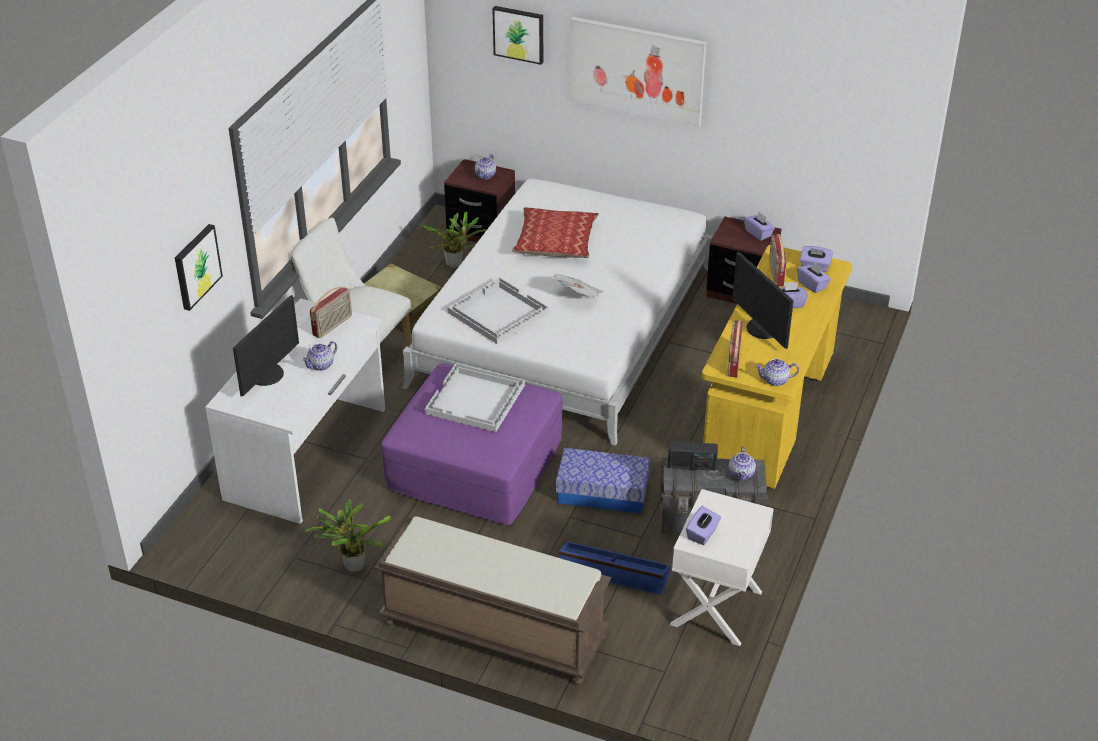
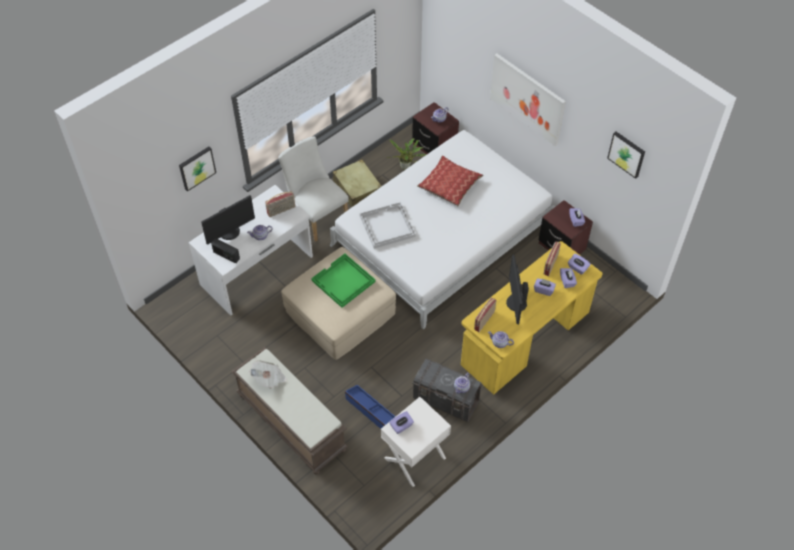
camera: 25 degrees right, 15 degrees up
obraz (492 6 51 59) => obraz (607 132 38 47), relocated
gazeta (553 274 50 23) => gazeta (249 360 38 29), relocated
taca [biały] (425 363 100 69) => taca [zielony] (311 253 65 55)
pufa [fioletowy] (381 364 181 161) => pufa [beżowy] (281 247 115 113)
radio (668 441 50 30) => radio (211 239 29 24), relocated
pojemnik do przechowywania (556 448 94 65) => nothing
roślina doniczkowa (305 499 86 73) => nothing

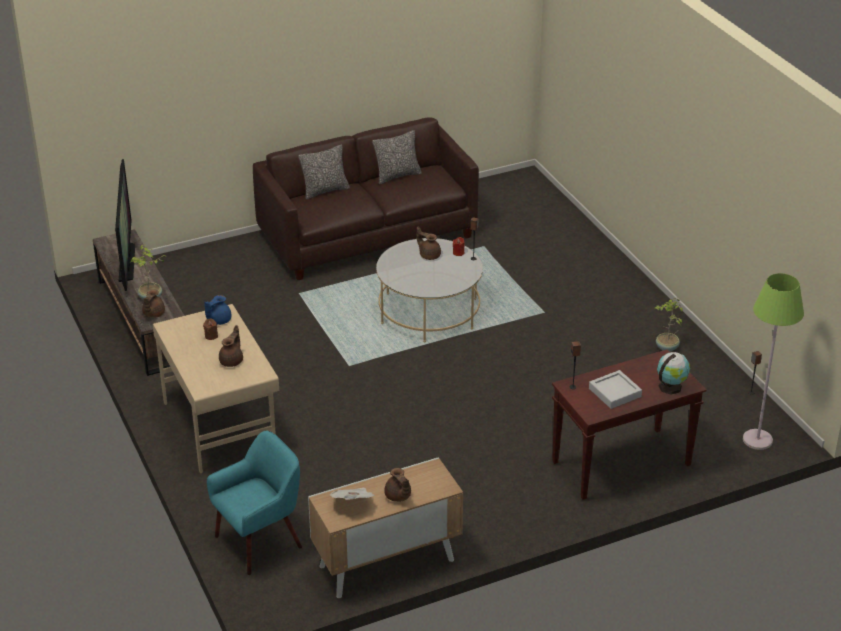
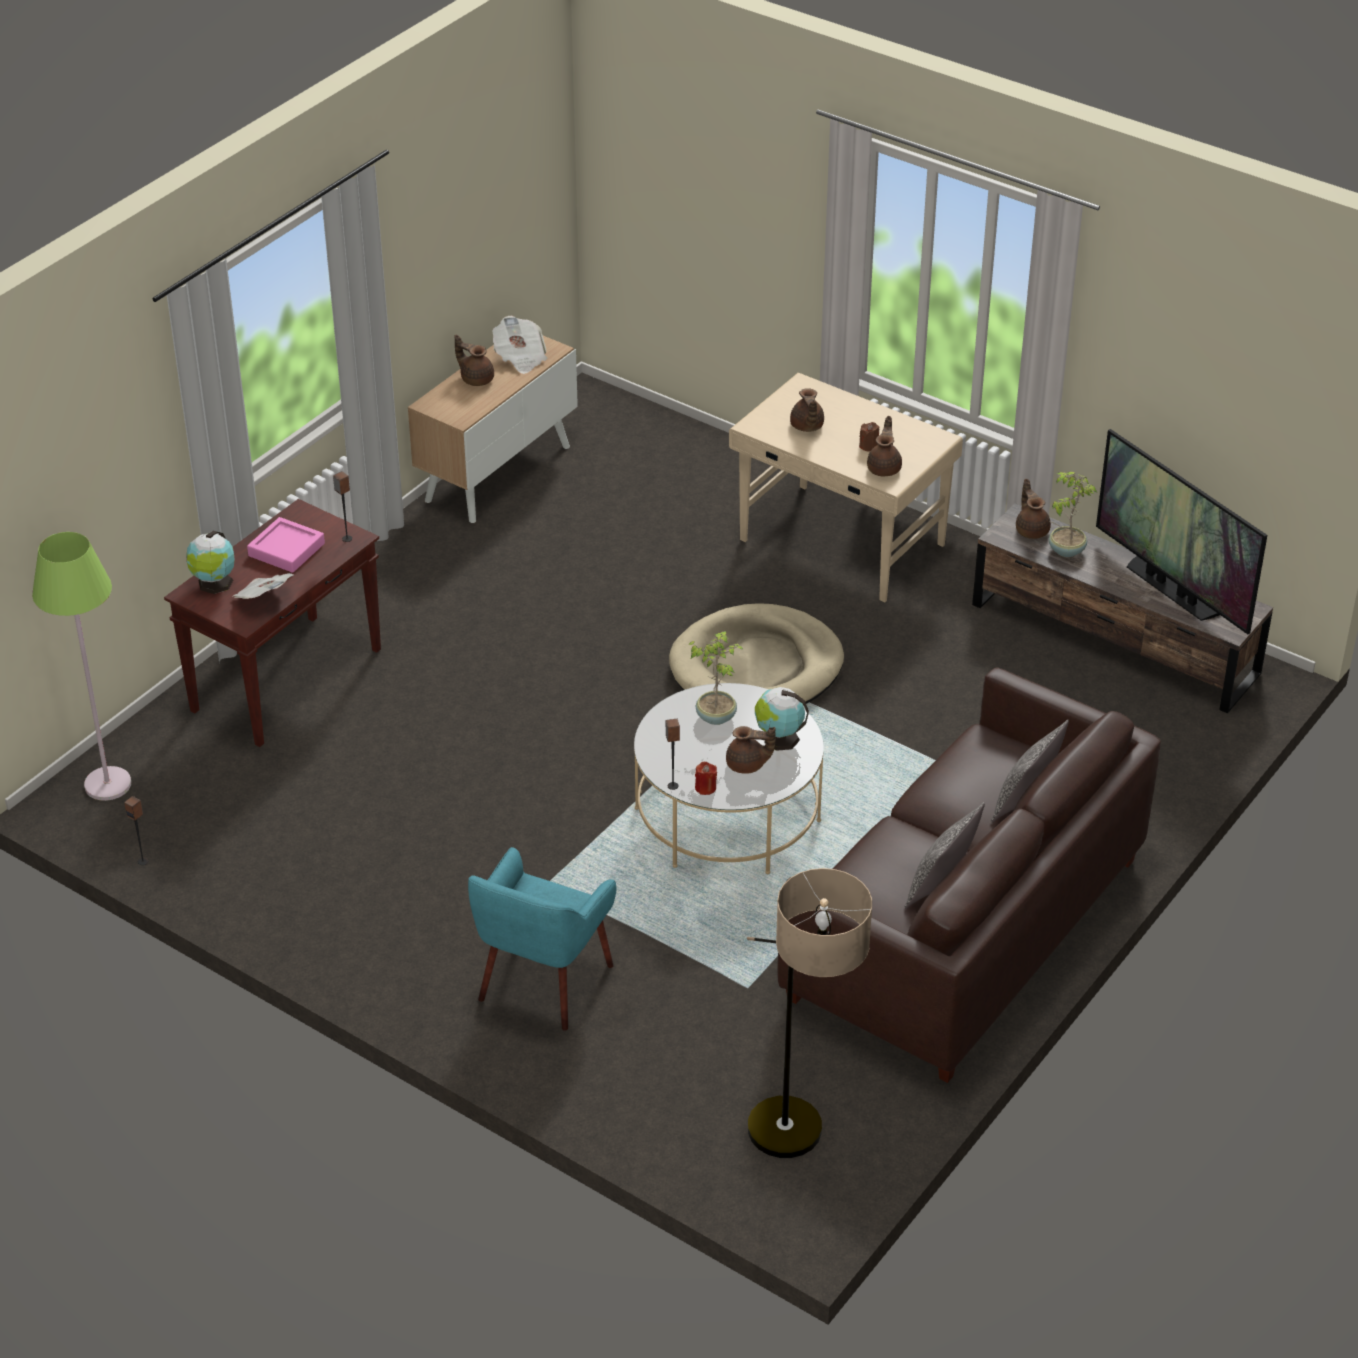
camera: 150 degrees right, 5 degrees up
imbryk [niebieski] (204 295 27 30) => imbryk [brązowy] (867 416 35 60)
roślina doniczkowa (655 298 28 54) => roślina doniczkowa (688 631 55 94), relocated
taca [szary] (589 370 53 39) => taca [różowy] (247 517 78 56)
fotel [turkusowy] (207 431 95 144) => fotel [turkusowy] (468 847 148 184), relocated
nothing => gazeta (233 573 60 26)
nothing => legowisko [beżowy] (669 603 175 101)
nothing => globus (755 687 54 64)
nothing => lampa stojąca (747 868 125 290)

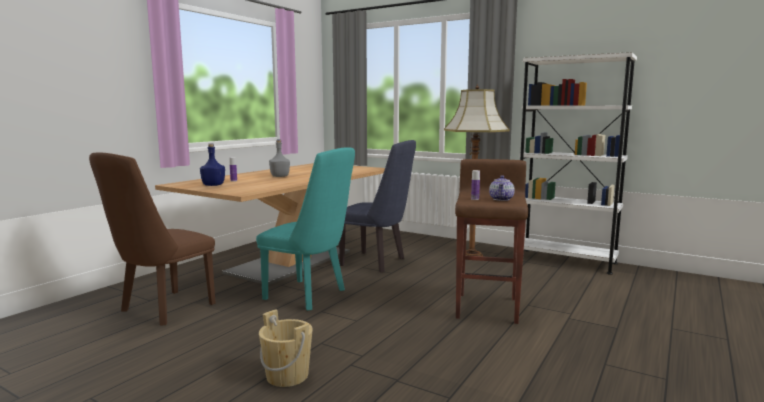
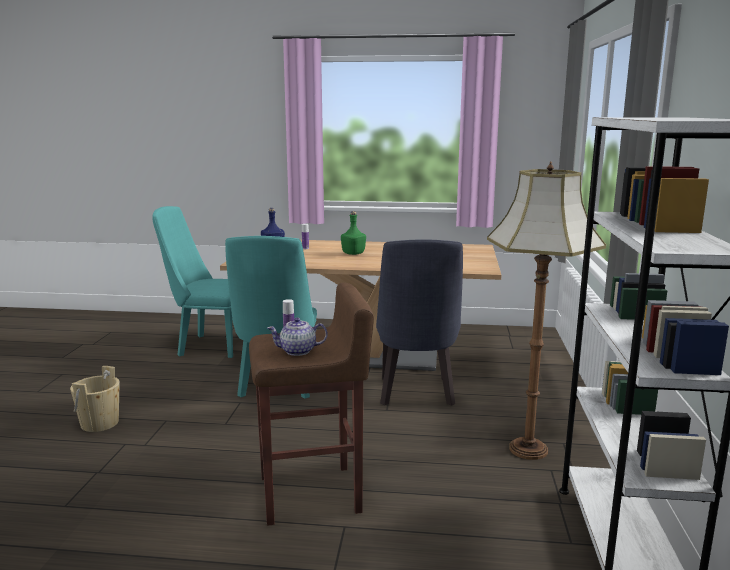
camera: 65 degrees right, 5 degrees up
butelka [szary] (269 139 21 38) => butelka [zielony] (341 211 25 44)
krzesło [brązowy] (89 153 126 173) => krzesło [turkusowy] (152 206 81 152)

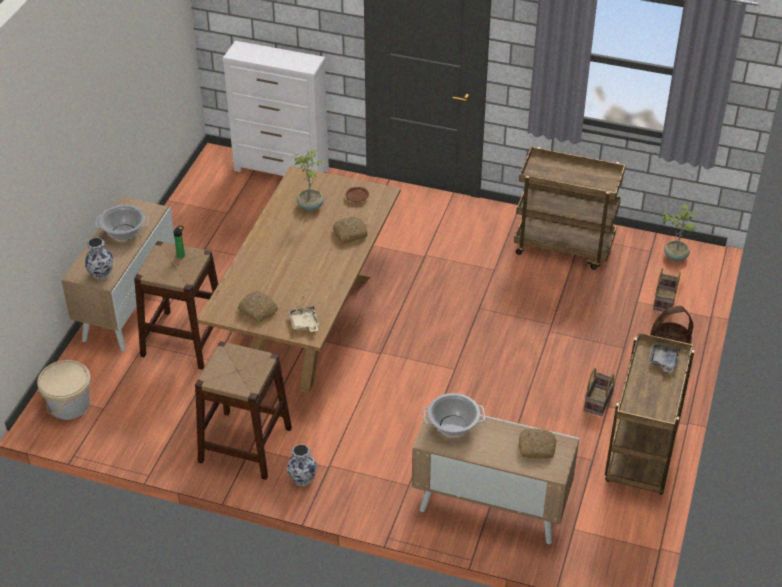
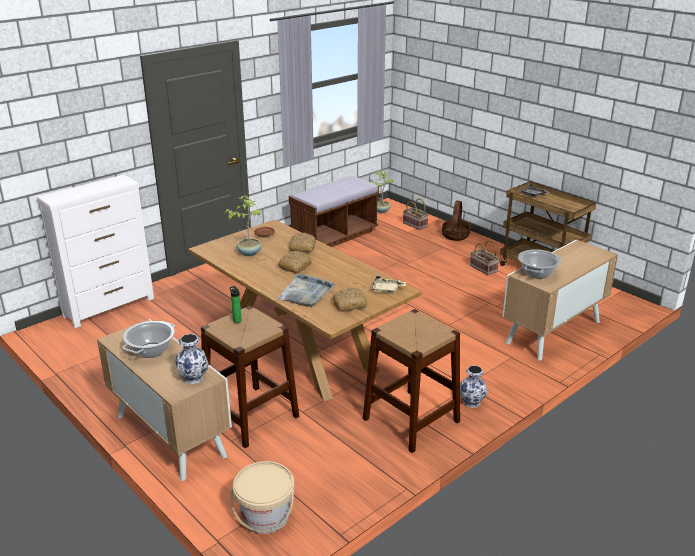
camera: 60 degrees left, 15 degrees down
wózek [brązowy] (514 147 111 123) => ławka [brązowy] (289 176 90 71)
chleb (519 428 38 30) => chleb (278 251 34 22), relocated
nothing => taca [szary] (278 274 57 33)

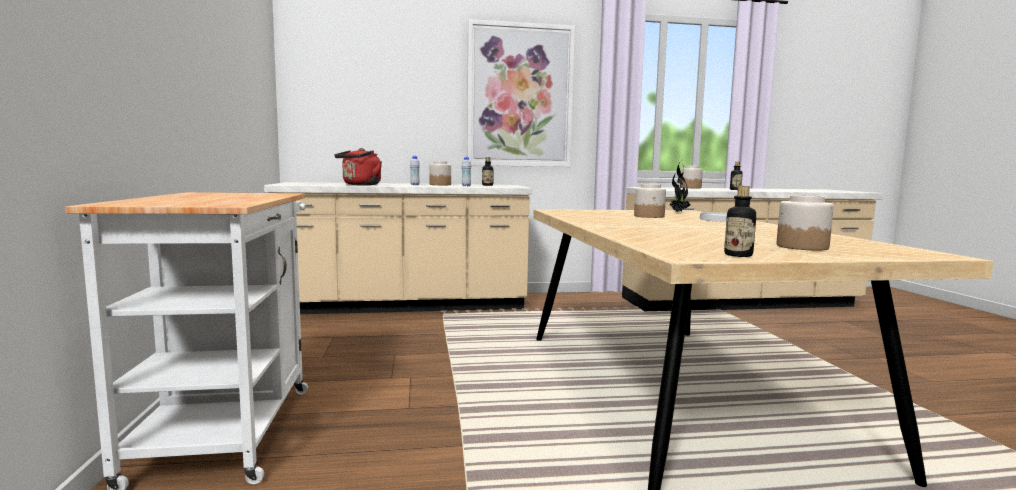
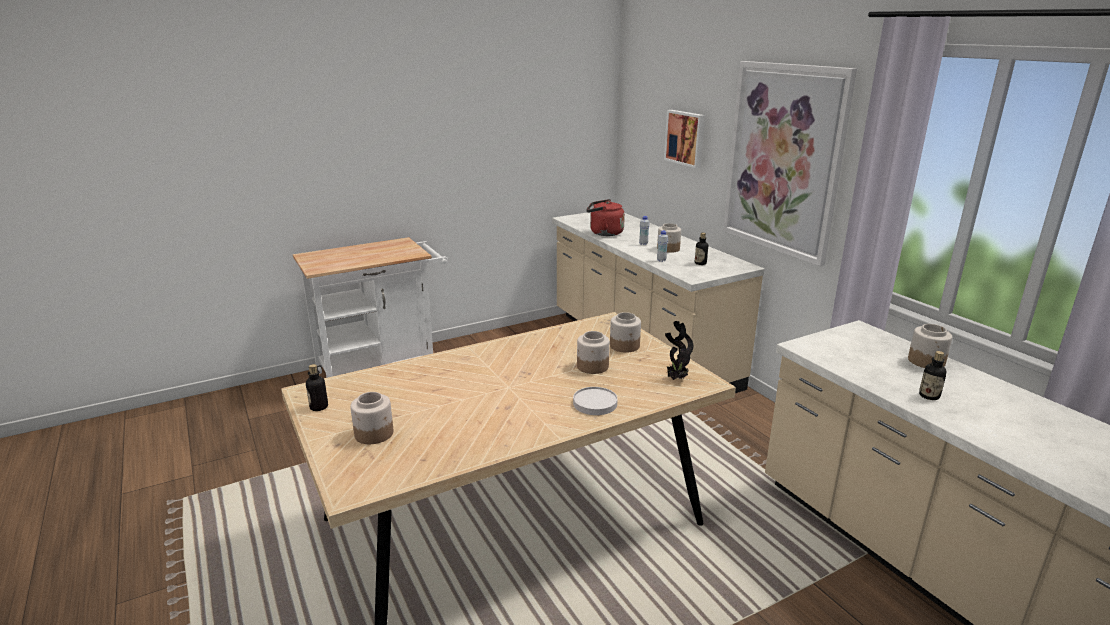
camera: 70 degrees right, 15 degrees up
nothing => obraz (664 110 41 58)
nothing => słoik (610 312 31 41)

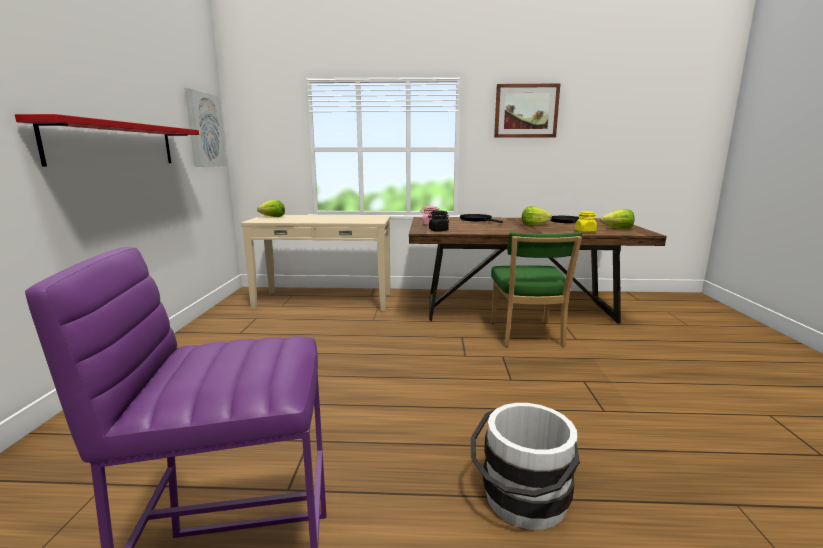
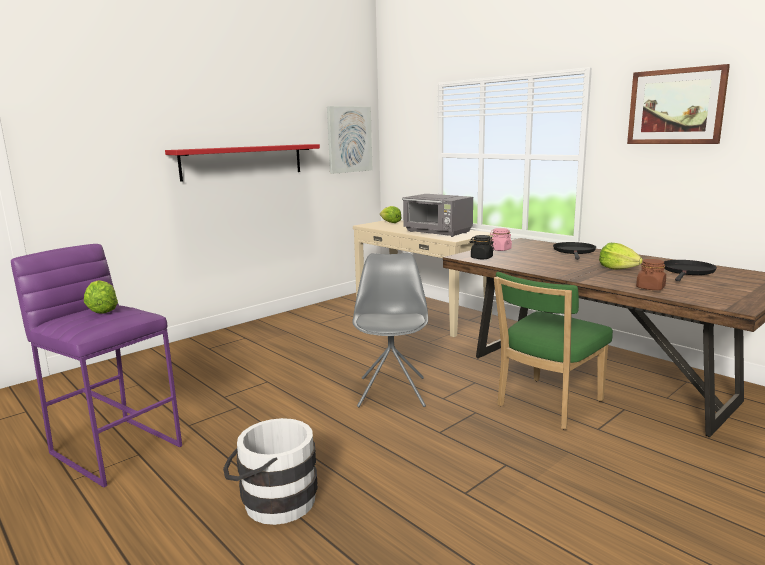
camera: 45 degrees right, 0 degrees up
sałata (600 209 35 20) => sałata (84 280 34 34), relocated
słoik [żółty] (575 211 22 22) => słoik [brązowy] (636 259 30 31)
nothing => mikrofalówka [szary] (402 194 71 43)
nothing => krzesło [szary] (352 253 76 154)

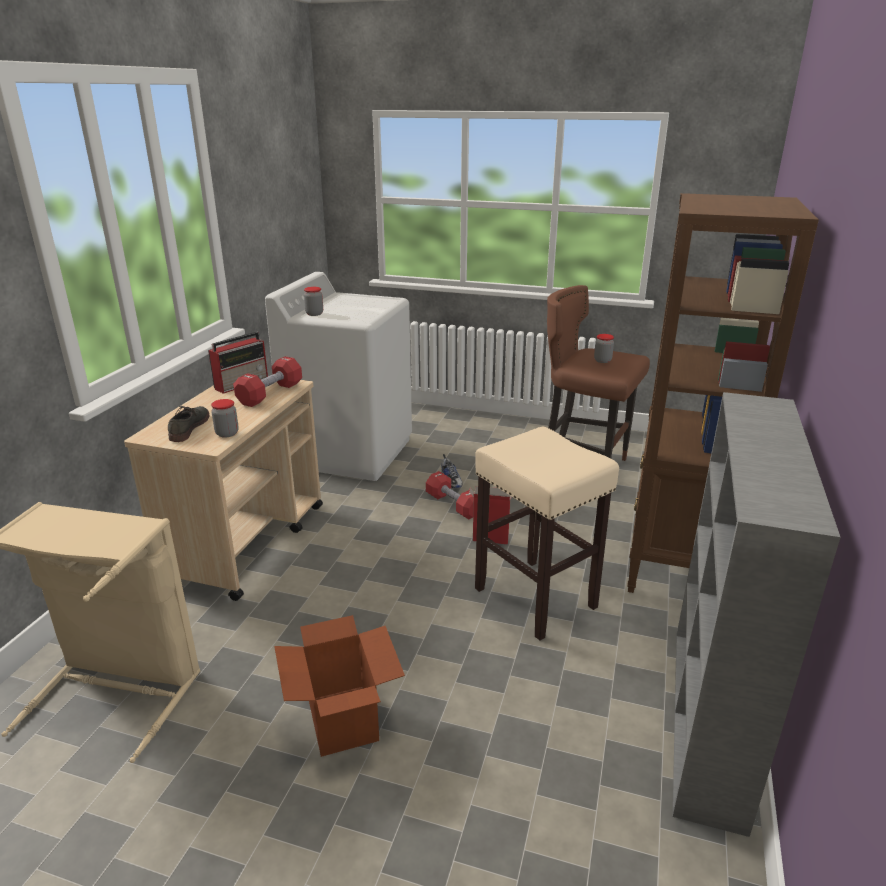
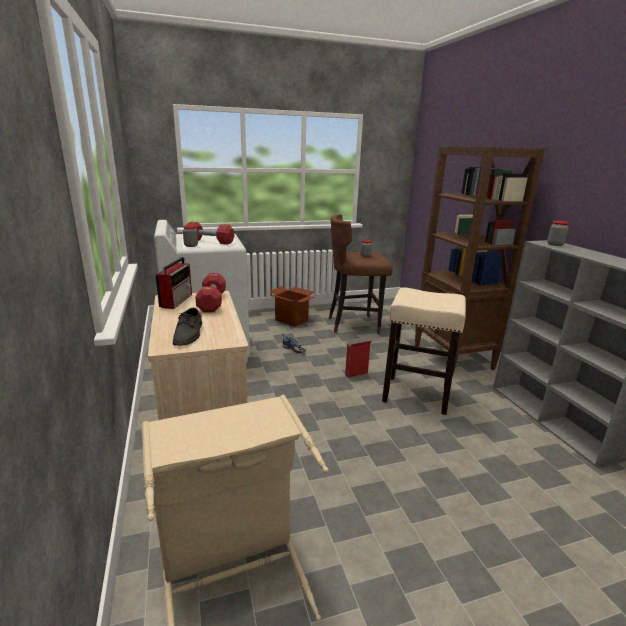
camera: 35 degrees left, 5 degrees down
słoik (211 399 28 39) => słoik (547 221 22 25), relocated
but [szary] (168 406 41 36) => but [szary] (173 308 29 38), 150 degrees counterclockwise
hantel [czerwony] (426 471 48 48) => hantel [czerwony] (187 222 47 23), relocated
karton (274 615 131 142) => karton (268 286 47 41), relocated

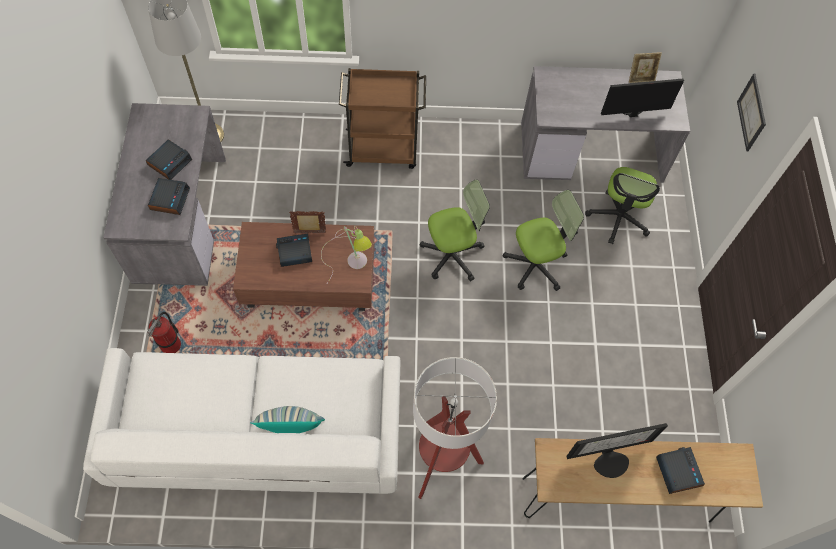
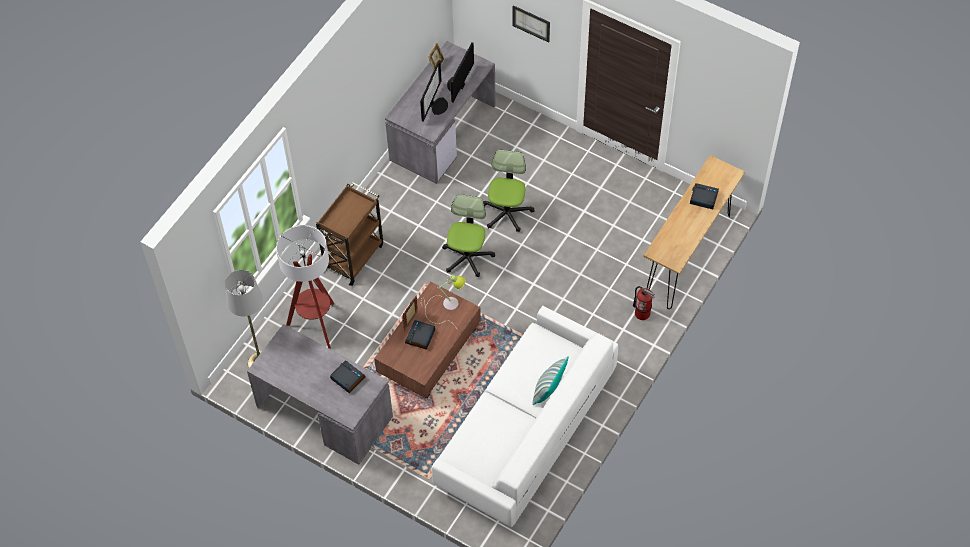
camera: 55 degrees left, 5 degrees down
budzik (145 139 47 41) => nothing
krzesło biurowe (585 167 75 77) => nothing
gaśnica (147 312 34 41) => gaśnica (633 286 22 34), relocated
lampa stojąca (413 357 84 142) => lampa stojąca (276 225 58 124), relocated
monitor (566 423 102 55) => monitor (420 60 28 62), relocated

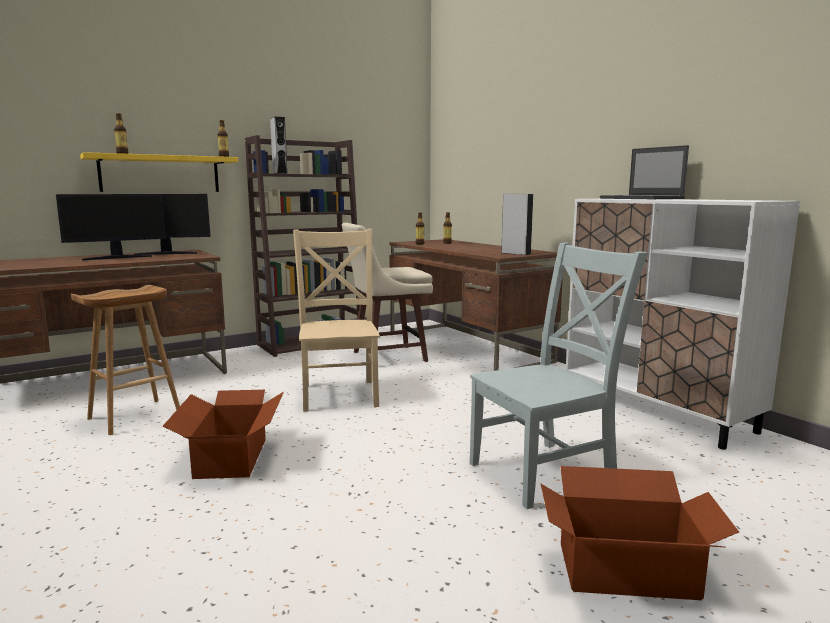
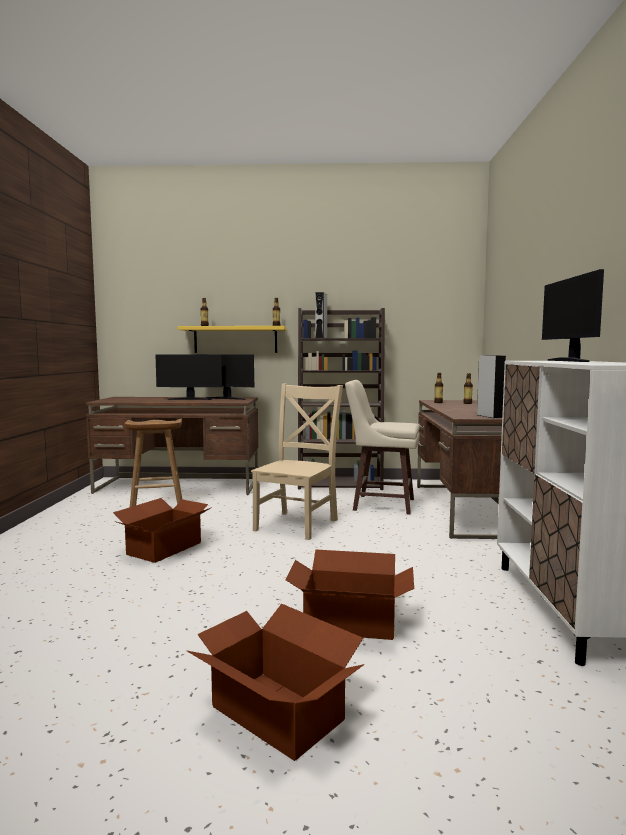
camera: 35 degrees right, 5 degrees down
laptop (600 145 89 54) => monitor (542 269 62 93)
krzesło [szary] (470 242 178 267) => karton (286 549 128 91)

